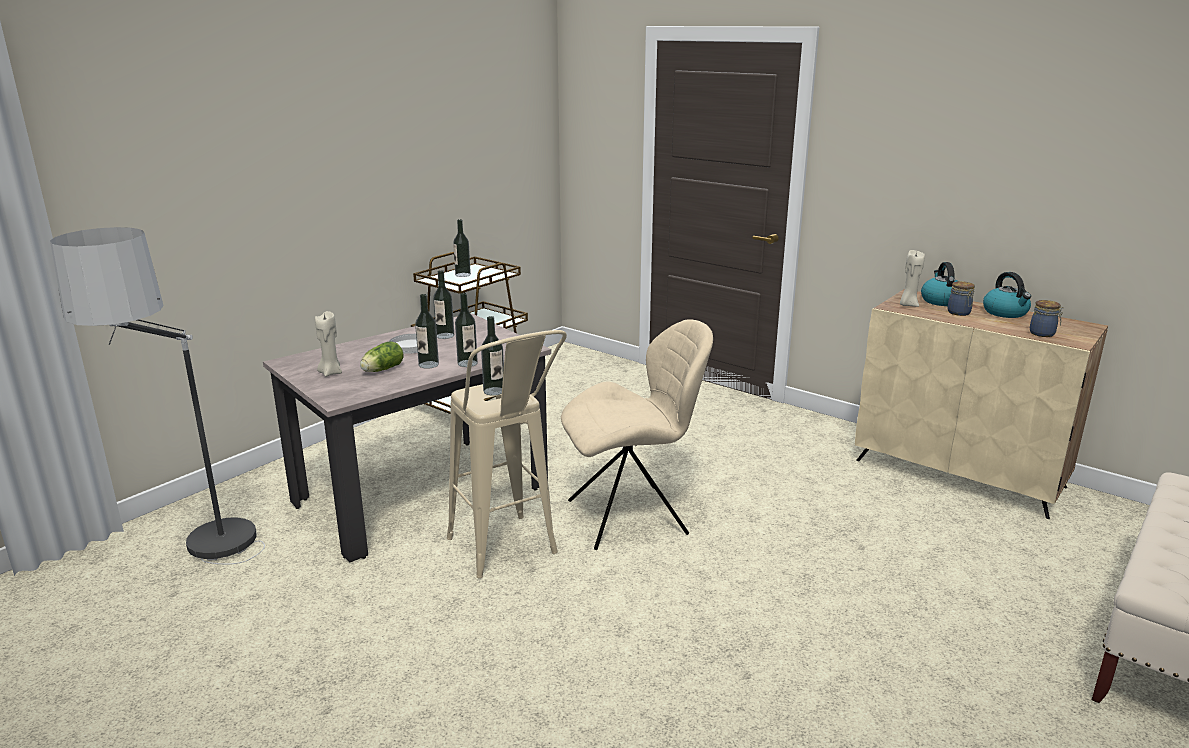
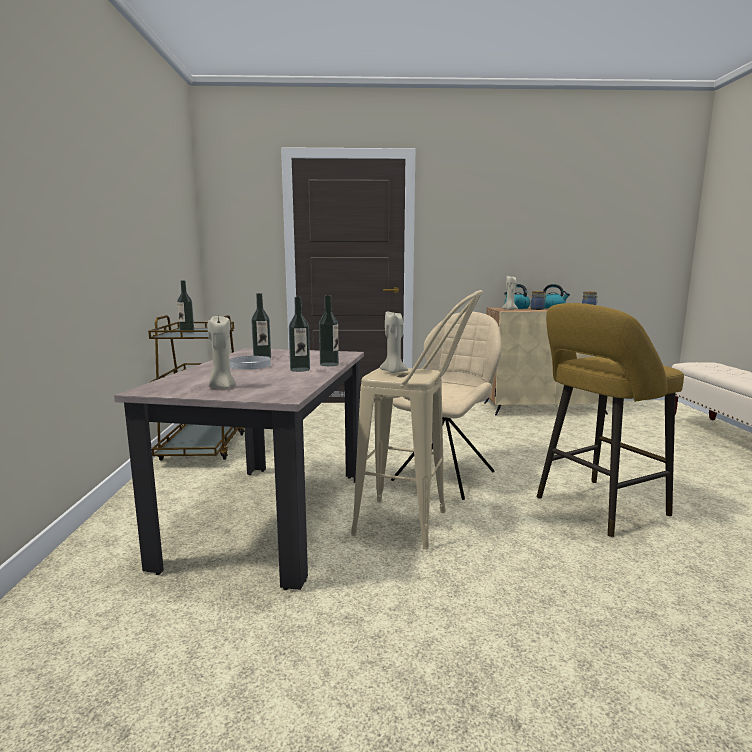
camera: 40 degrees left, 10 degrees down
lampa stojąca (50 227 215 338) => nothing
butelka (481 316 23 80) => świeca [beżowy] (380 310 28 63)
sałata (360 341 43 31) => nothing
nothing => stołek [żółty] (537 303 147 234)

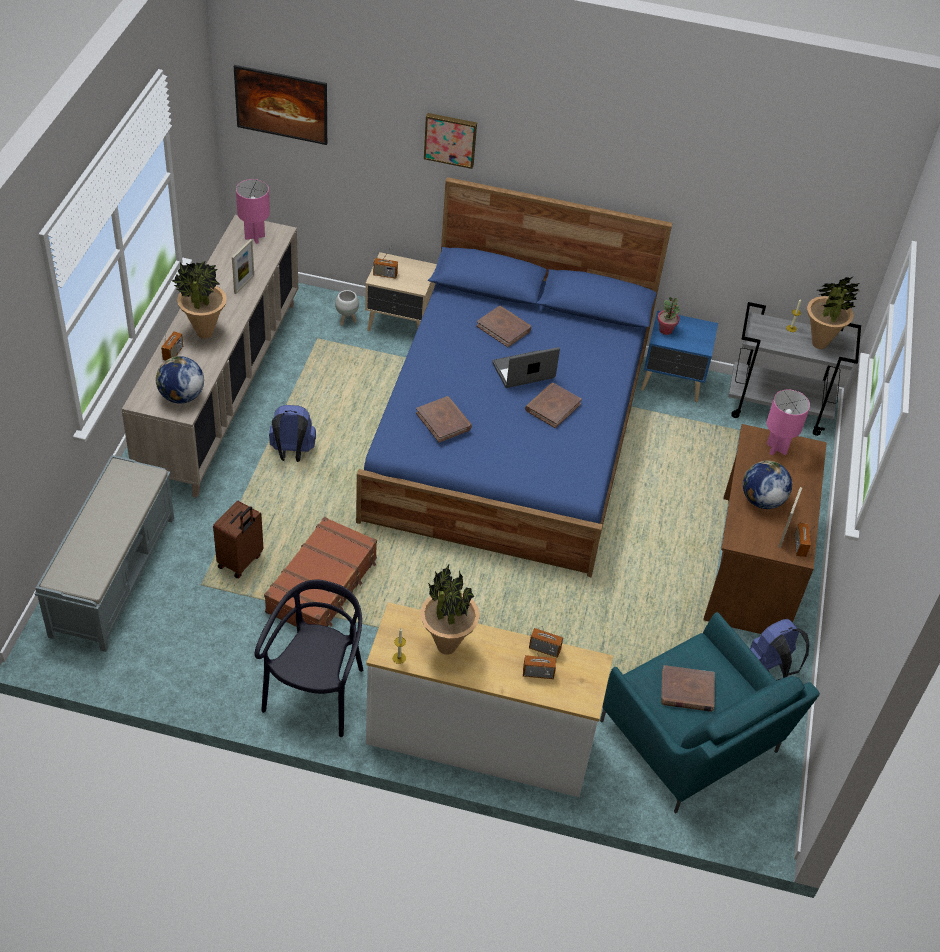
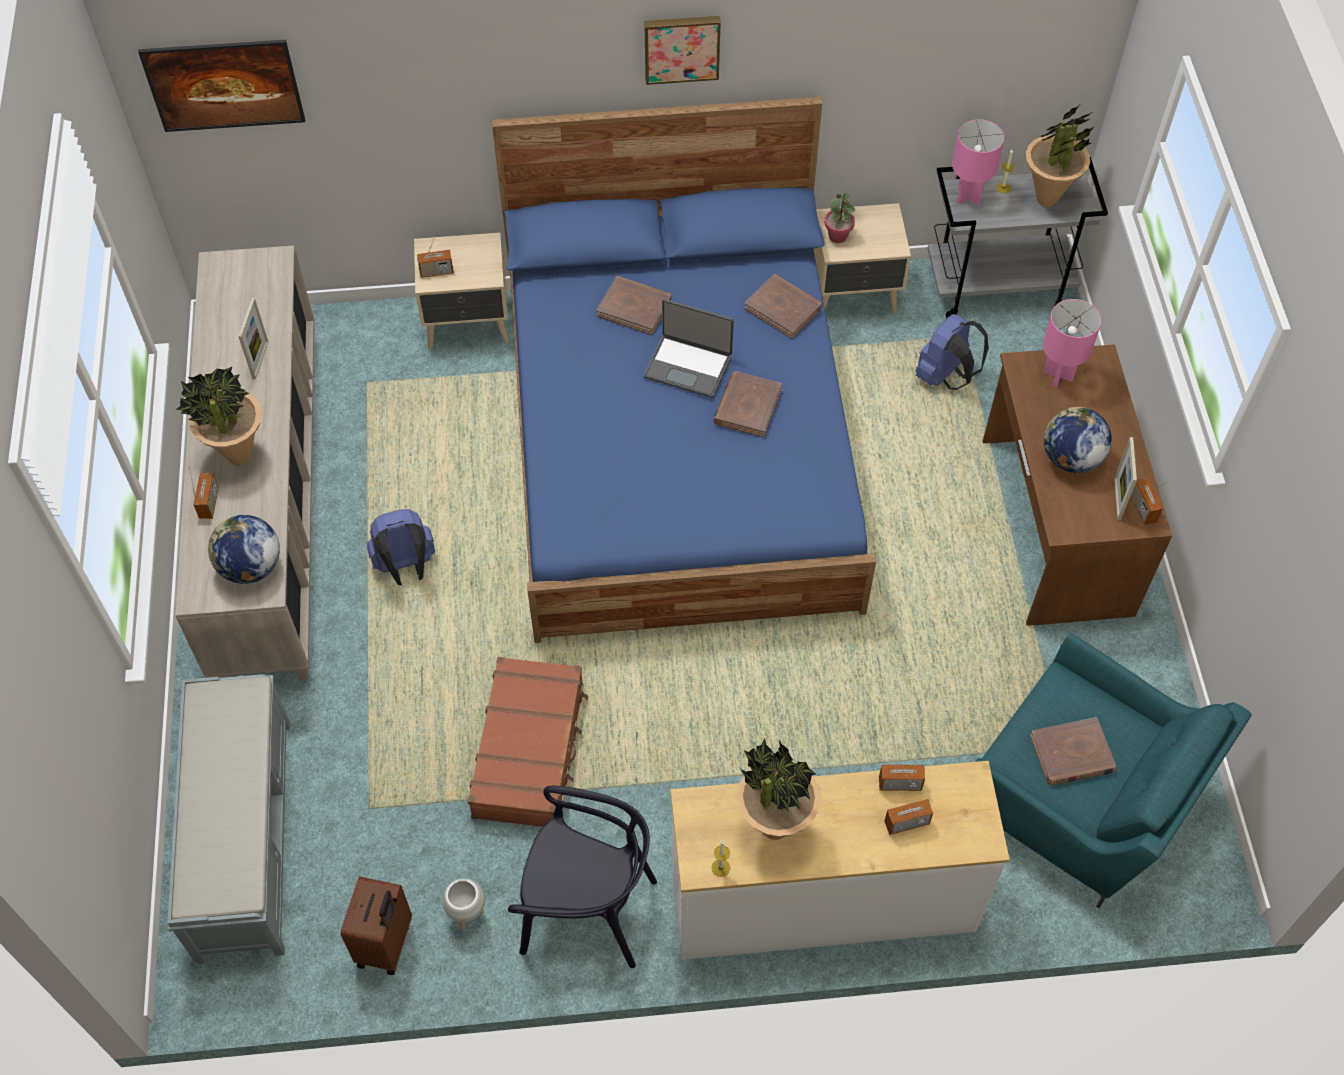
camera: 15 degrees left, 10 degrees up
obraz (424 113 53 56) => obraz (644 16 77 69), relocated
lampa stołowa [różowy] (236 179 34 65) => lampa stołowa [różowy] (952 119 52 87), relocated
donica [biały] (335 290 24 36) => donica [biały] (442 878 43 52), relocated
szafka nocna [niebieski] (641 310 77 92) => szafka nocna [beżowy] (814 203 97 111)
laptop (492 347 68 41) => laptop (644 299 90 99), 120 degrees counterclockwise
książka [brązowy] (416 396 56 47) => książka [brązowy] (744 274 78 65), relocated
walizka [brązowy] (213 501 50 78) => walizka [brązowy] (341 876 71 99), relocated
krzesło [czarny] (255 580 108 157) => krzesło [czarny] (508 786 149 182), 105 degrees clockwise
plecak [niebieski] (750 619 60 61) => plecak [niebieski] (916 314 73 76), relocated

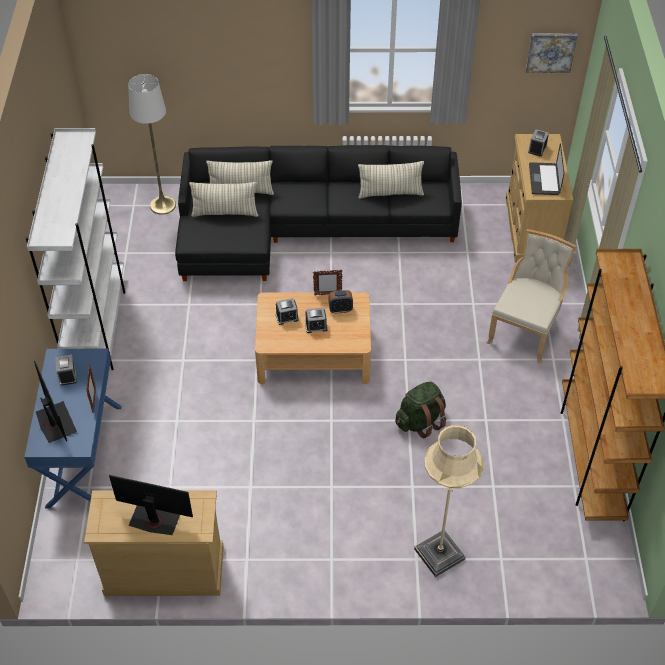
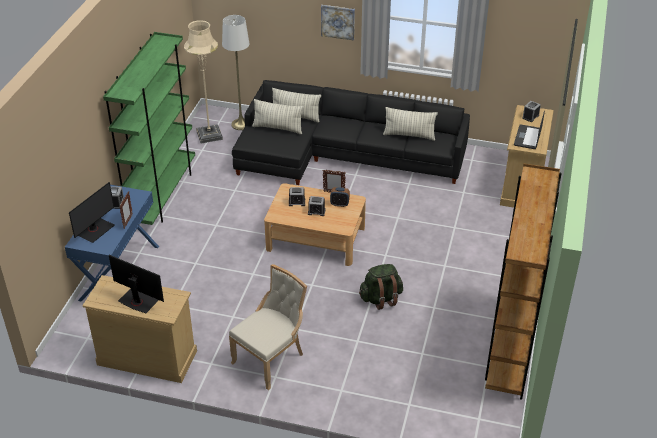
camera: 15 degrees right, 10 degrees down
obraz (526 33 51 40) => obraz (321 5 34 36), relocated
regał [biały] (26 128 99 242) => regał [zielony] (103 32 92 193)
krzesło [beżowy] (487 229 90 135) => krzesło [beżowy] (229 264 78 126), relocated
monitor (34 361 43 82) => monitor (69 182 45 61), 45 degrees clockwise
lampa stojąca [beżowy] (414 425 69 152) => lampa stojąca [beżowy] (184 20 39 123), relocated

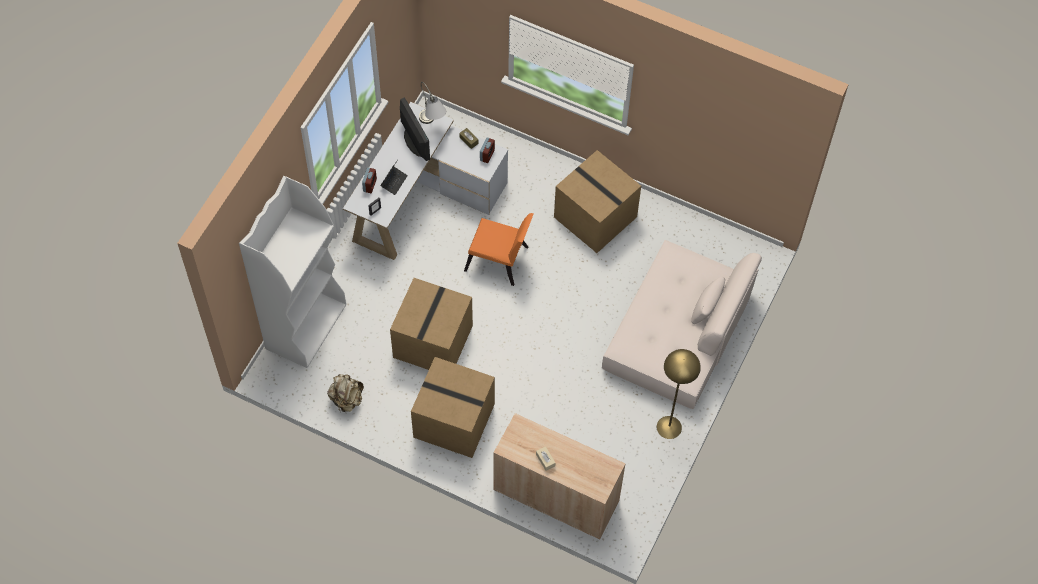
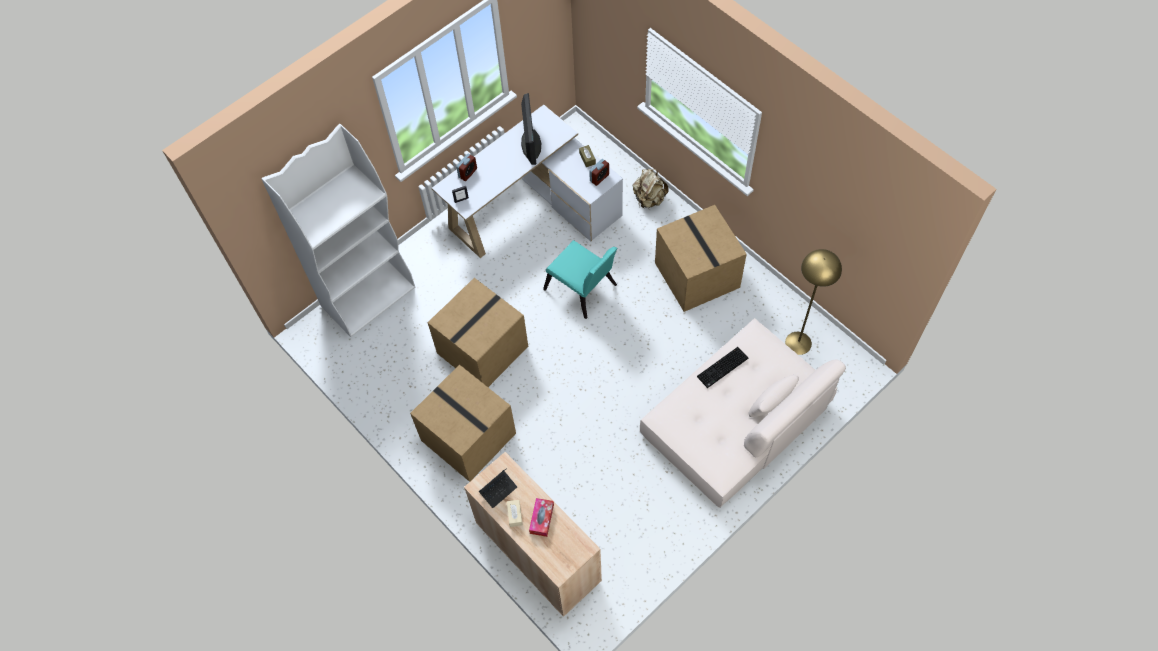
camera: 25 degrees right, 0 degrees up
lampa stołowa [szary] (419 82 27 42) => nothing
laptop (380 160 28 35) => laptop (479 469 38 39), relocated
krzesło [pomarańczowy] (464 213 70 73) => krzesło [turkusowy] (543 240 74 79)
lampa stojąca [żółty] (657 349 44 90) => lampa stojąca [żółty] (785 249 57 106), relocated
plecak [beżowy] (327 374 37 38) => plecak [beżowy] (633 169 36 40), relocated
nothing => klawiatura (697 347 51 41)
nothing => pudełko chusteczek (529 498 25 39)

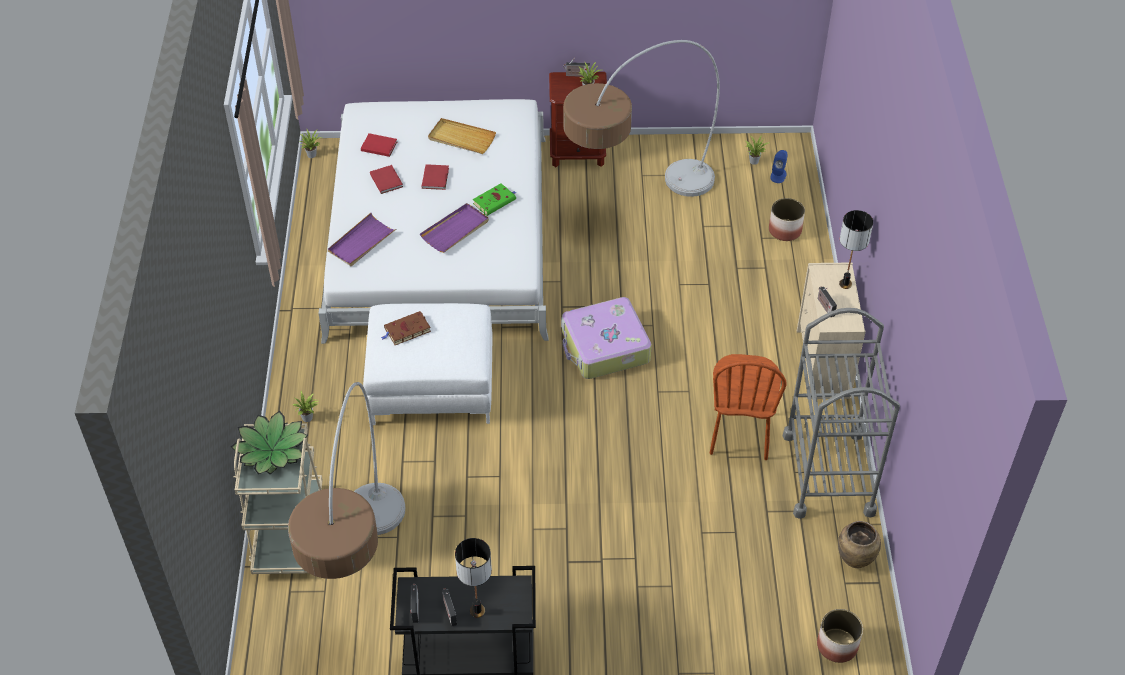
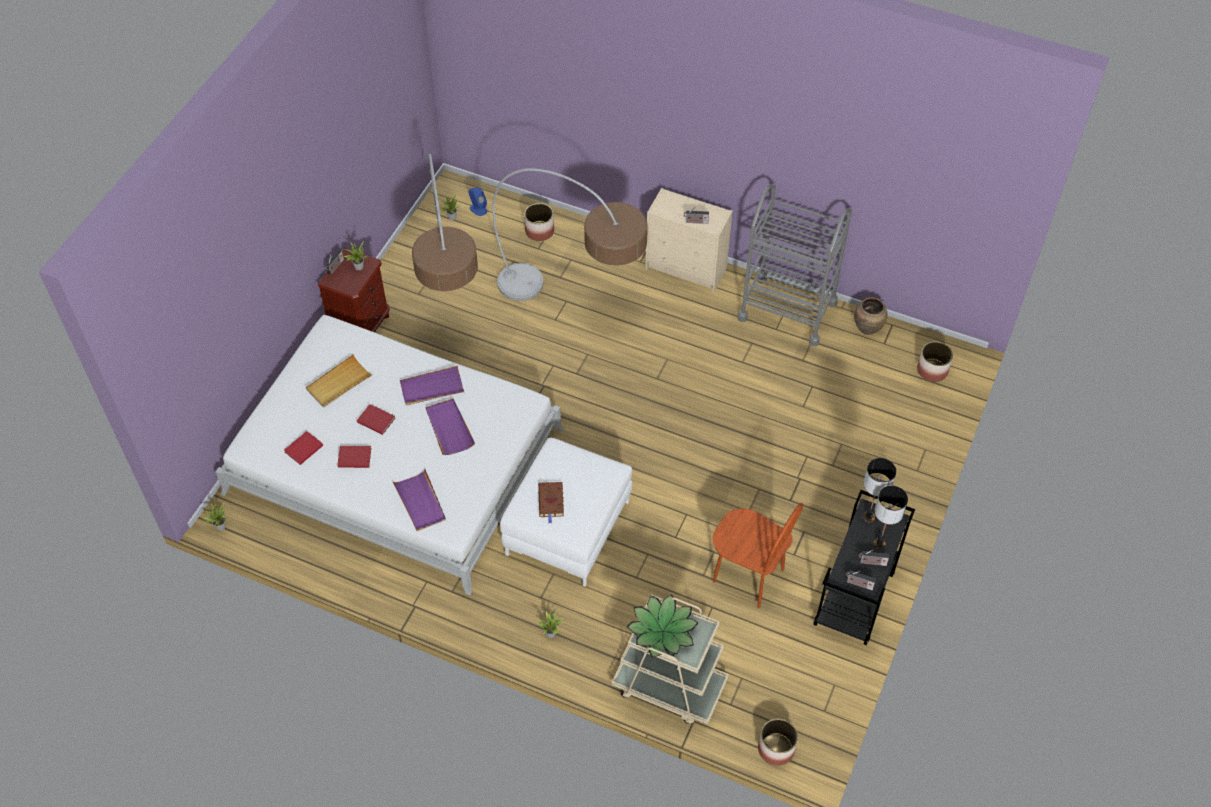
camera: 65 degrees left, 5 degrees up
książka [zielony] (473 183 44 33) => taca [fioletowy] (400 366 65 39)
lampa stołowa (839 210 34 79) => lampa stołowa (863 458 33 64), relocated
walizka (561 297 91 82) => nothing
krzesło [brązowy] (710 354 76 106) => krzesło [brązowy] (713 503 91 105), relocated
lampa stojąca (288 382 117 197) => lampa stojąca (492 168 156 133), relocated
nothing => donica (758 719 40 47)

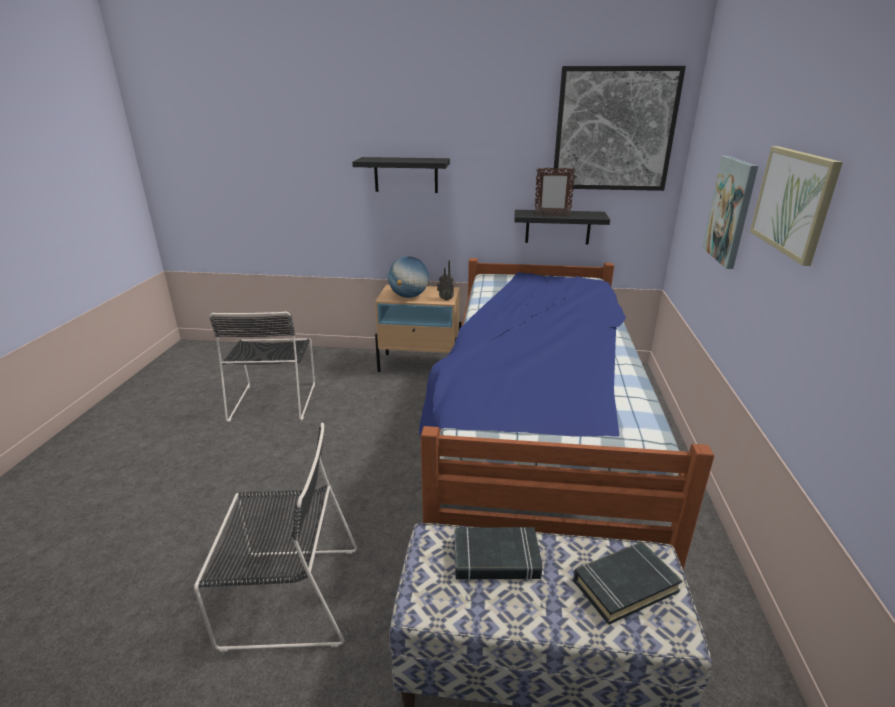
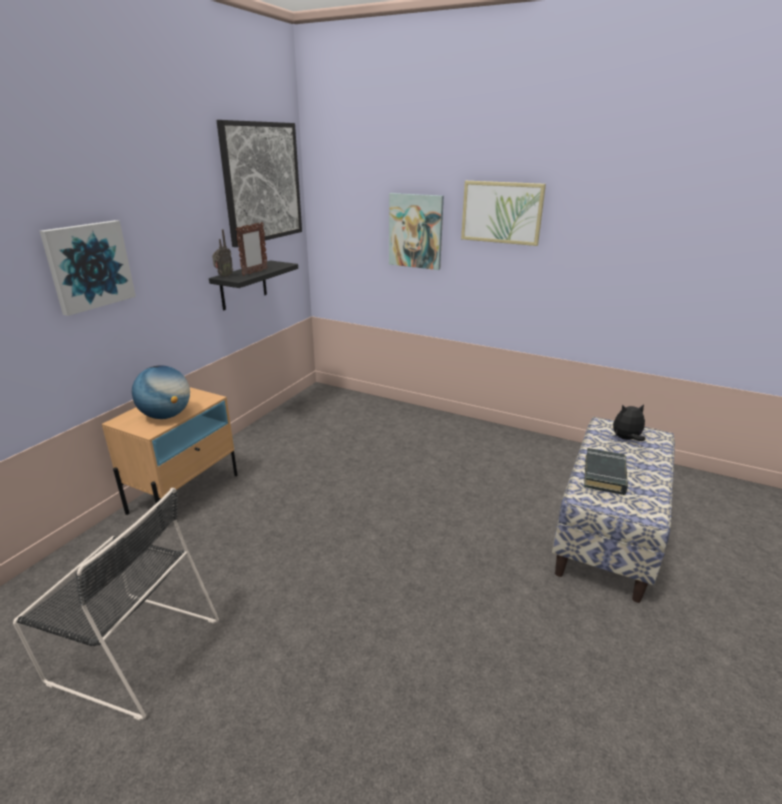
camera: 70 degrees left, 0 degrees up
półka [czarny] (352 157 98 36) => obraz (40 220 96 96)
łóżko (419 258 295 312) => nothing
radio (437 260 17 41) => radio (212 229 21 48), relocated
krzesło [czarny] (194 423 163 229) => nothing
książka [czarny] (573 542 110 83) => pluszak (613 404 32 37)

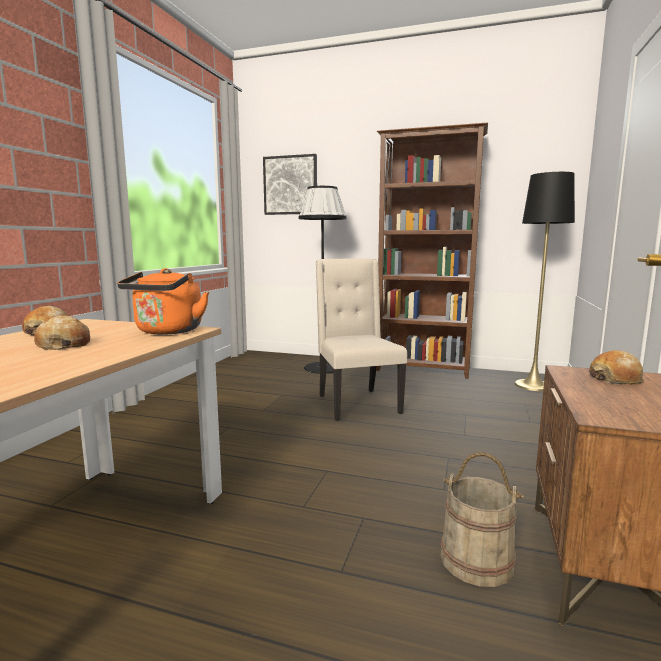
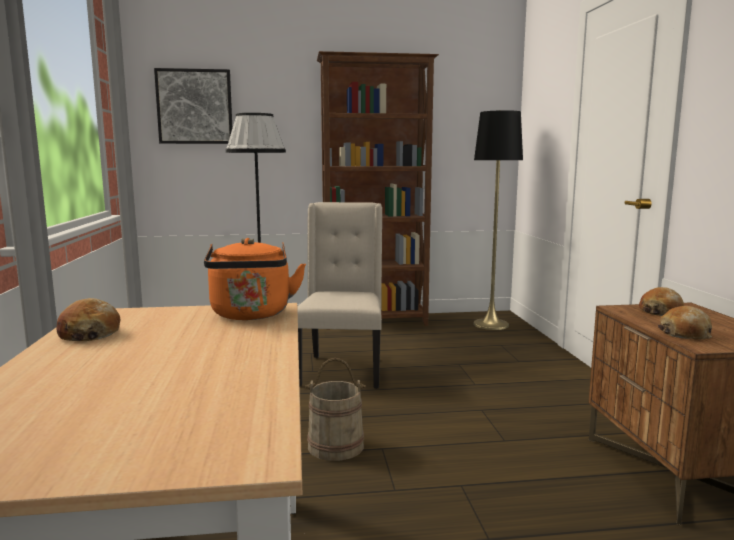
camera: 25 degrees left, 0 degrees up
krzesło [beżowy] (316 258 91 163) => krzesło [beżowy] (297 202 85 187), 45 degrees clockwise
chleb (34 315 56 35) => chleb (658 306 54 34), relocated
wiadro [beżowy] (441 452 83 135) => wiadro [beżowy] (305 358 61 103), relocated

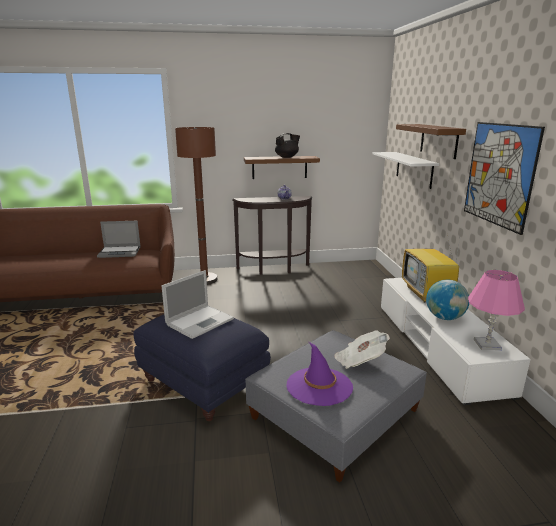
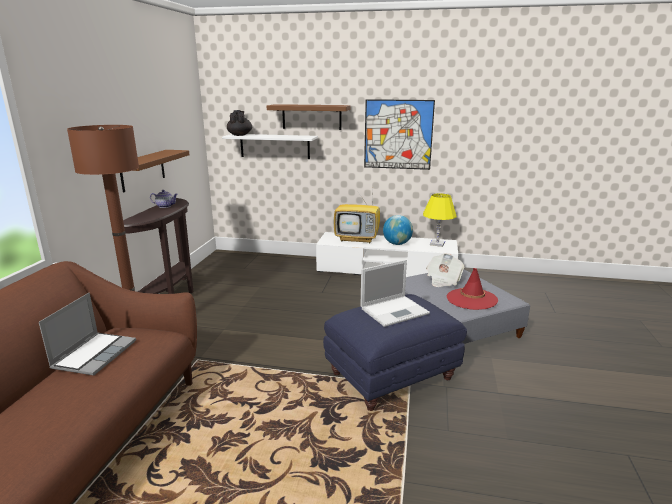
camera: 70 degrees left, 0 degrees up
imbryk [czarny] (275 133 25 25) => imbryk [czarny] (227 110 25 26), relocated
laptop (162 270 72 69) => laptop (361 260 69 67), 90 degrees clockwise
lampa stołowa [różowy] (468 270 57 80) => lampa stołowa [żółty] (423 193 34 54)
kapelusz [fioletowy] (286 342 67 64) => kapelusz [czerwony] (447 268 51 42)

